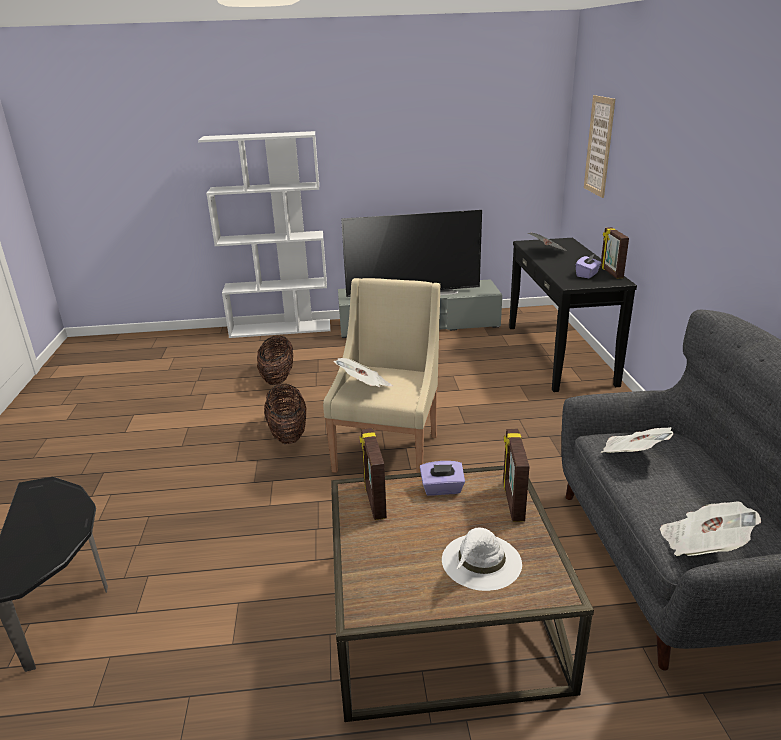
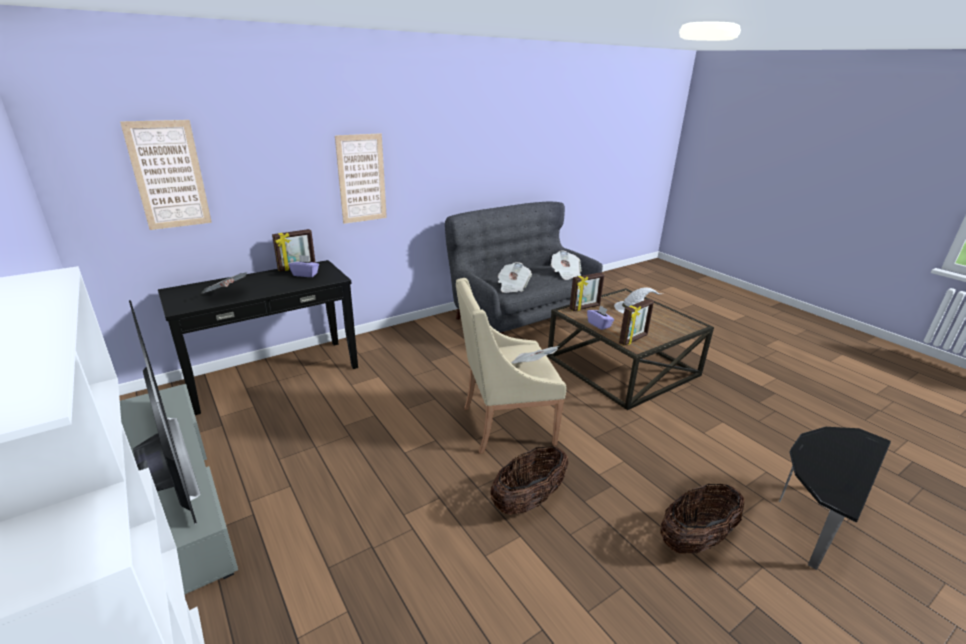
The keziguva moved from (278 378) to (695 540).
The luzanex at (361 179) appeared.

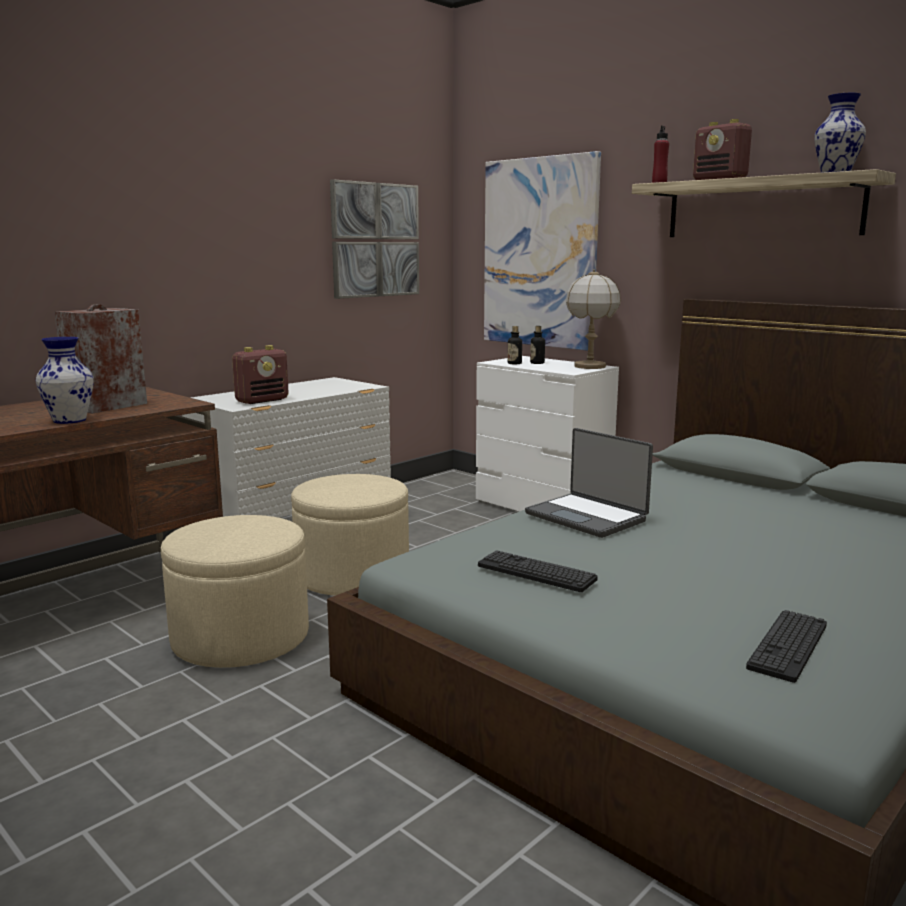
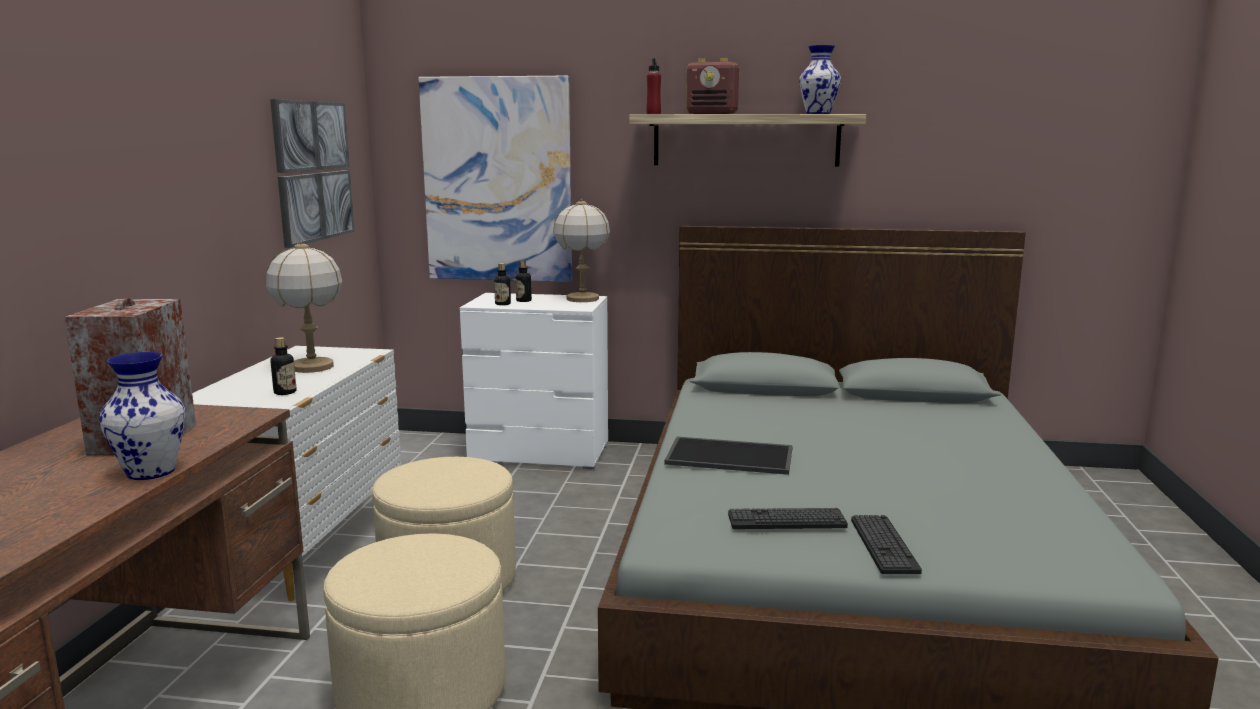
The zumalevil at (262 400) was replaced by the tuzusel at (285 392).
The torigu at (587 517) was replaced by the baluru at (731 456).
The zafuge moved from (788 646) to (884 545).
The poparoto at (312 367) appeared.

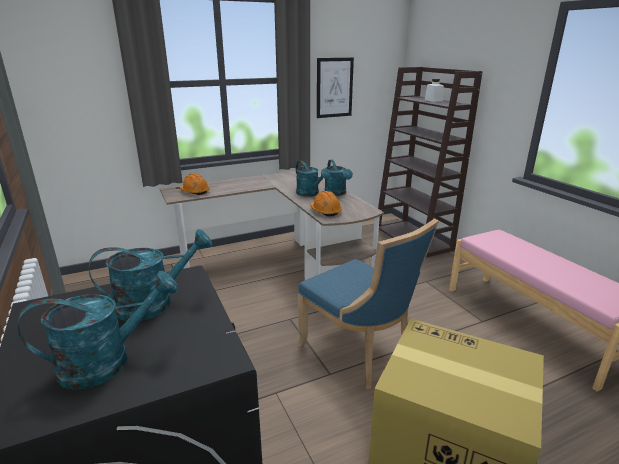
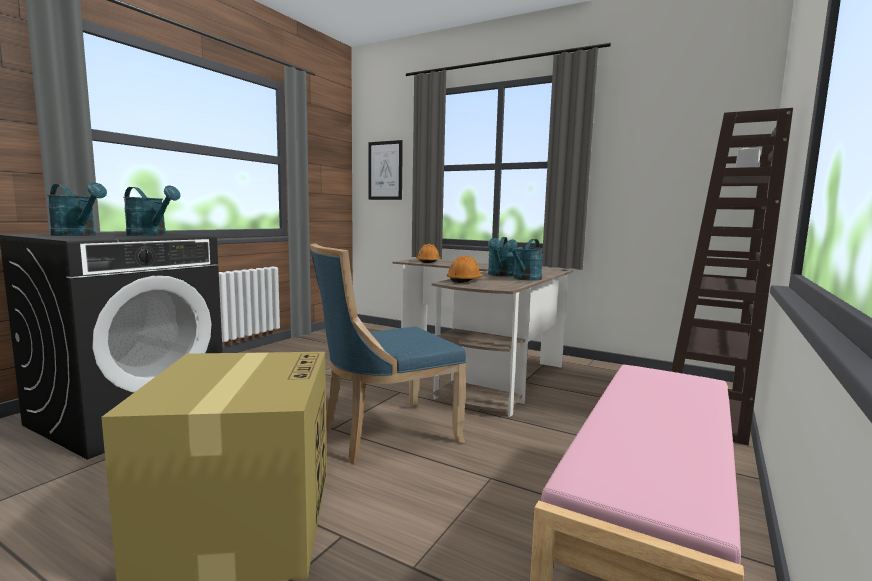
The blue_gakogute at (359 352) turned 45 degrees clockwise.
The luzanex moved from (334 88) to (385 170).

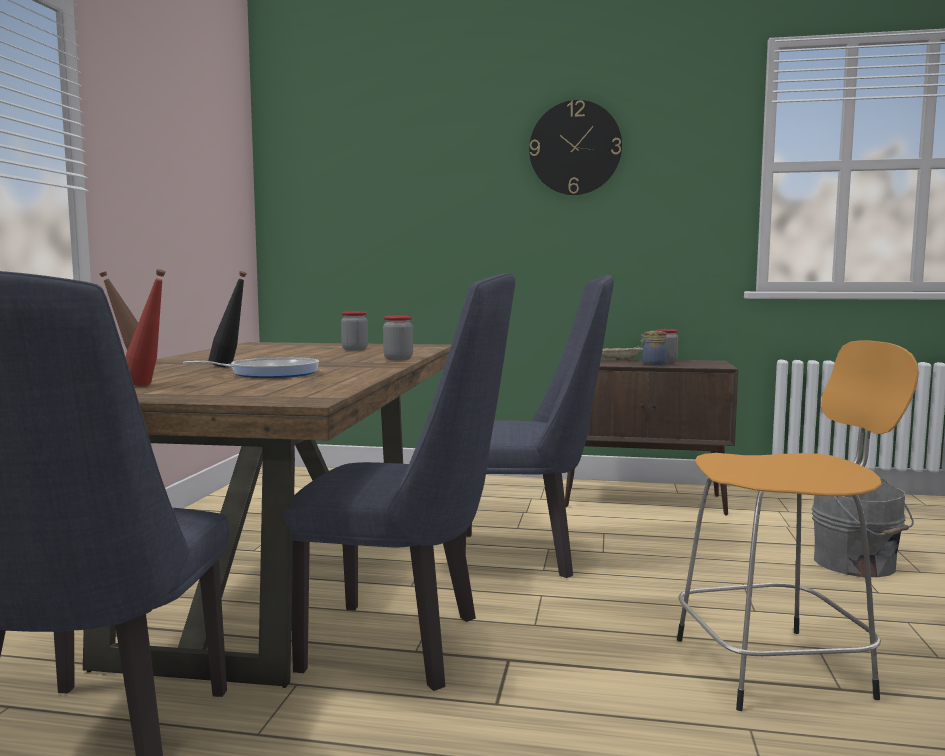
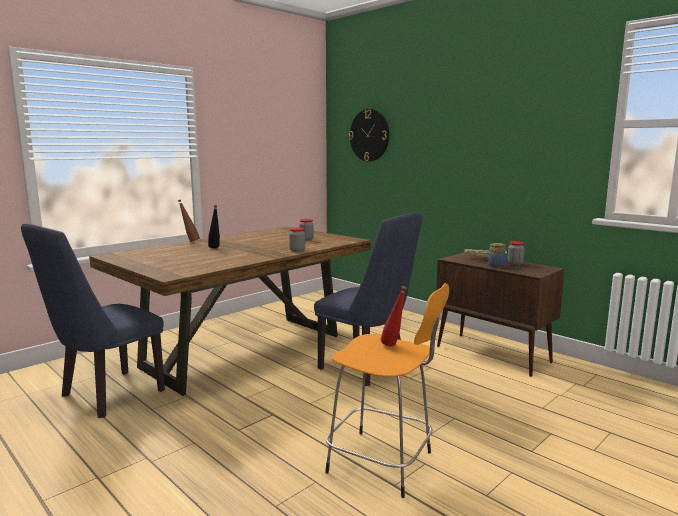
The red_tuzusel moved from (148 385) to (393 347).
The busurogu at (269 373) disappeared.
The blue_gakogute at (408 645) disappeared.
The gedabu moved from (575 148) to (369 135).
The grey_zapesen at (857 565) disappeared.

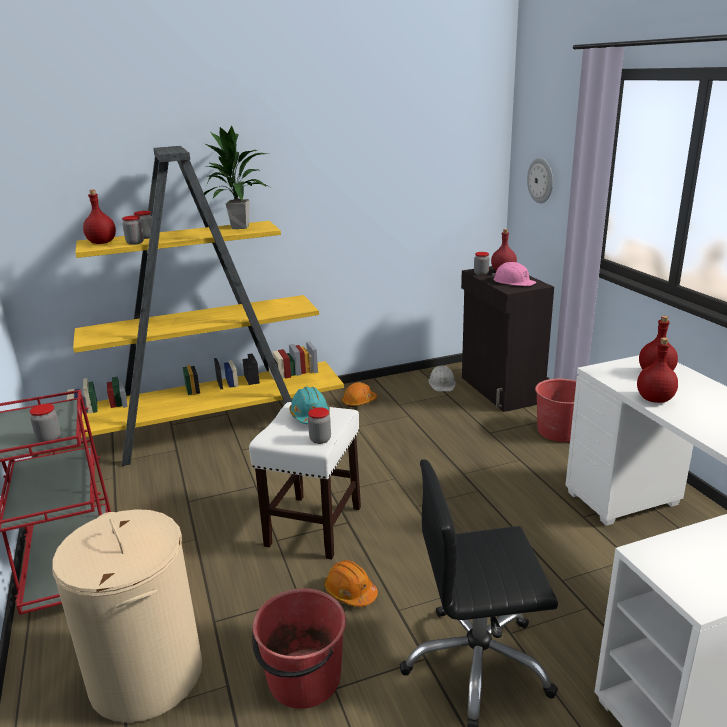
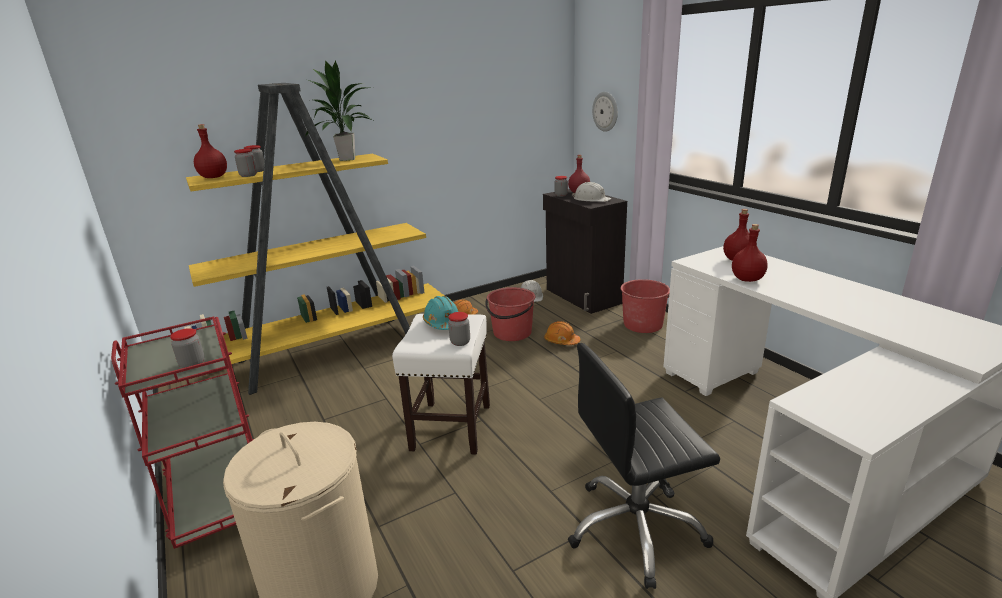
The red_zapesen moved from (303 679) to (512 333).
The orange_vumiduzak moved from (350 592) to (561 341).
The pink_vumiduzak at (513 282) became the white_vumiduzak at (591 199).

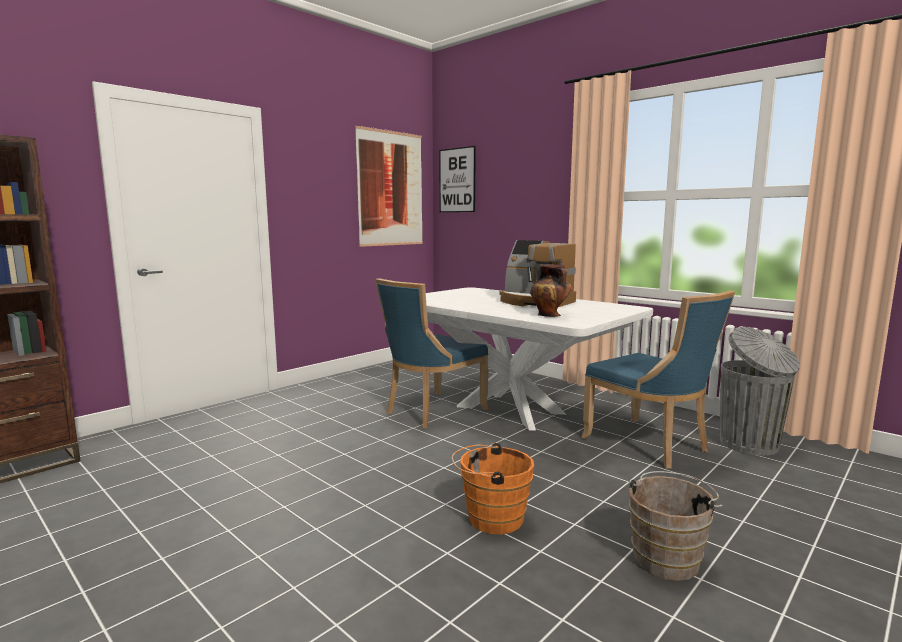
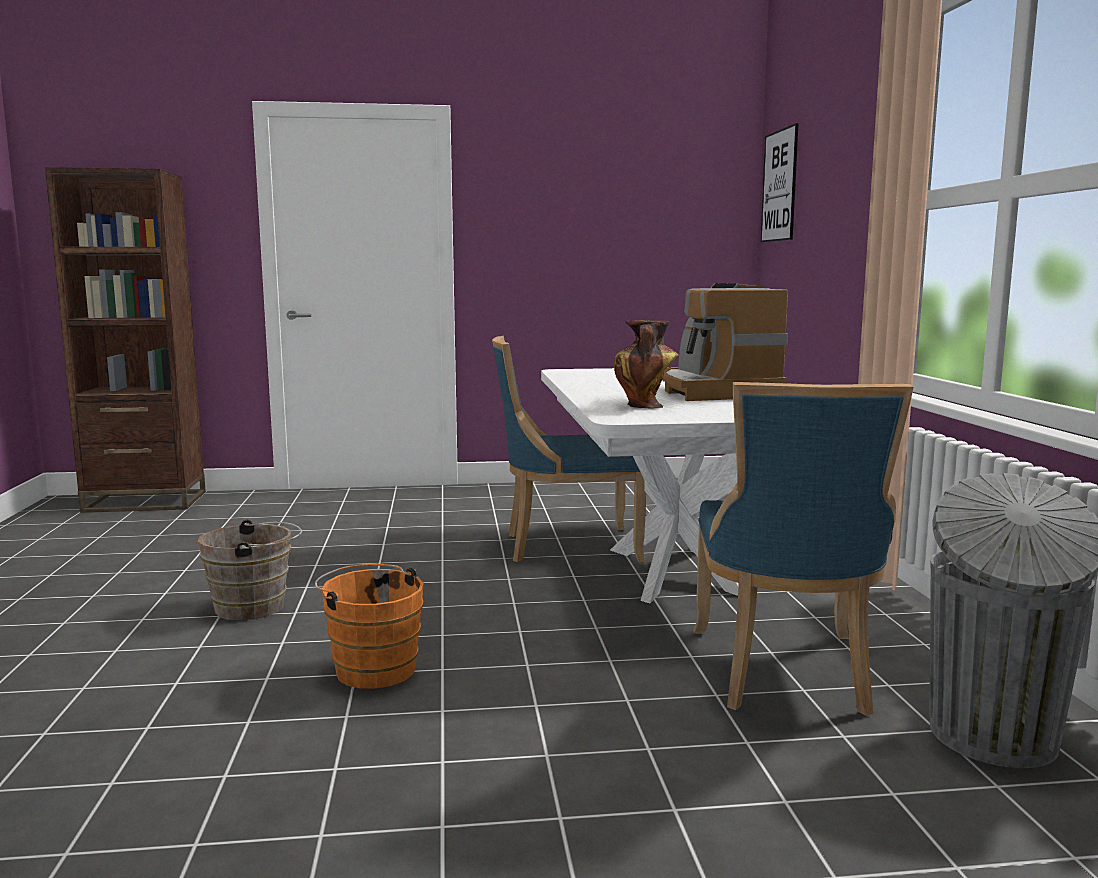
The luzanex at (390 188) disappeared.
The brown_zapesen moved from (667 557) to (256 607).

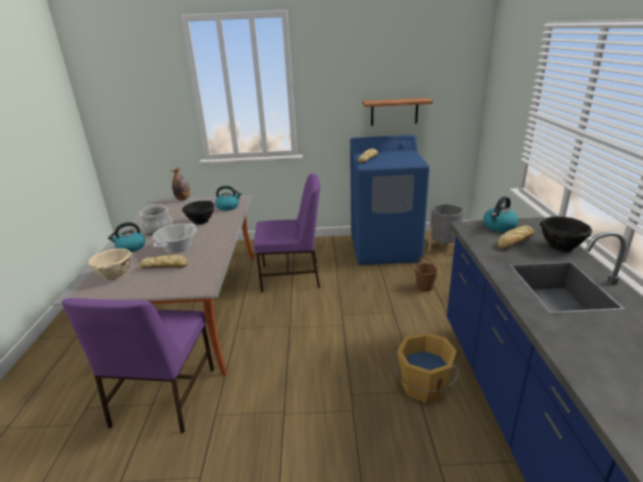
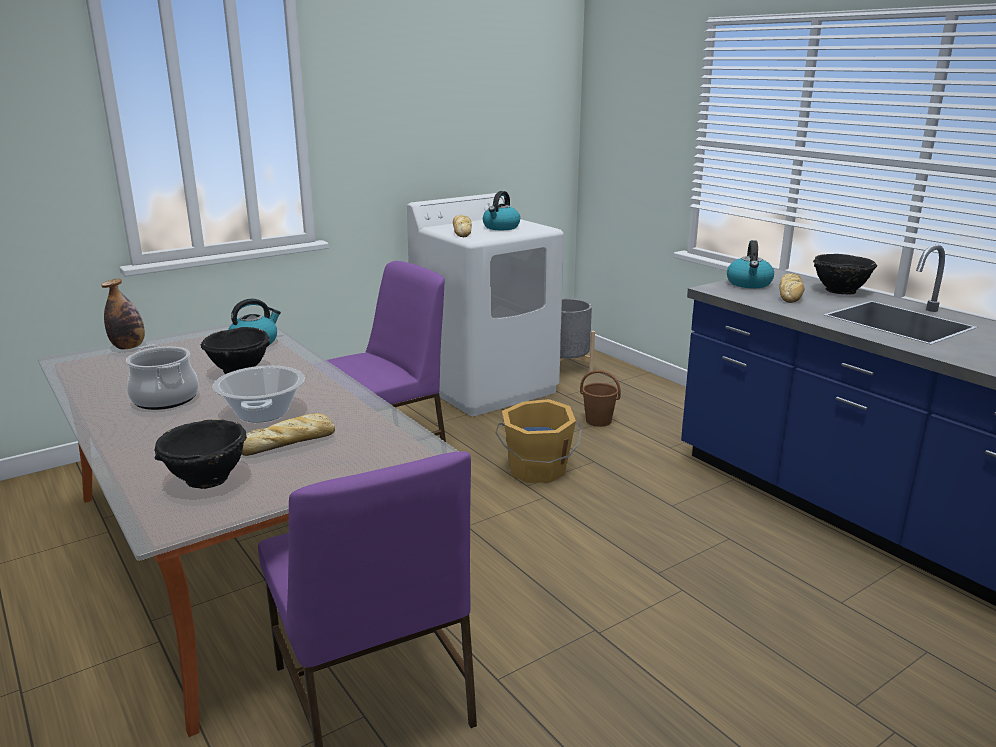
The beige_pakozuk at (115 276) became the black_pakozuk at (206 480).
The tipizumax moved from (131 247) to (501 227).
The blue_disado at (385 248) became the white_disado at (486 387).
The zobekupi at (394 112) disappeared.
The orange_zapesen moved from (423 386) to (537 470).

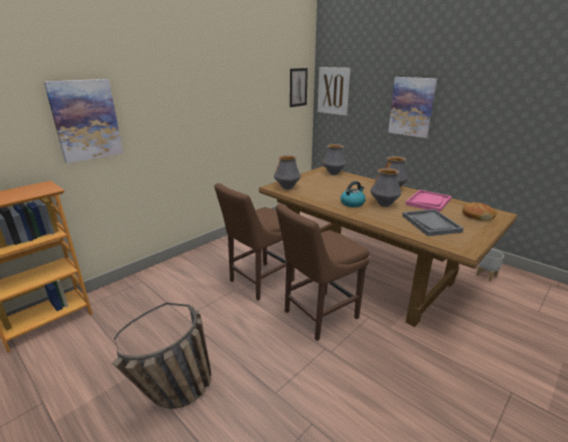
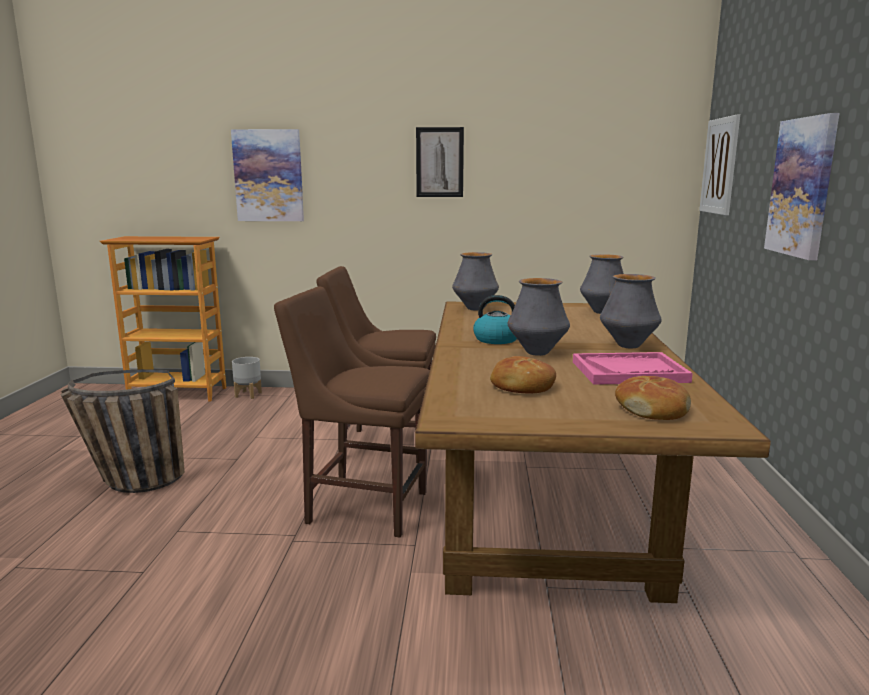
The luzanex moved from (298 87) to (439 162).
The grey_baluru at (431 224) was replaced by the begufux at (521 386).
The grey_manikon moved from (486 276) to (248 395).

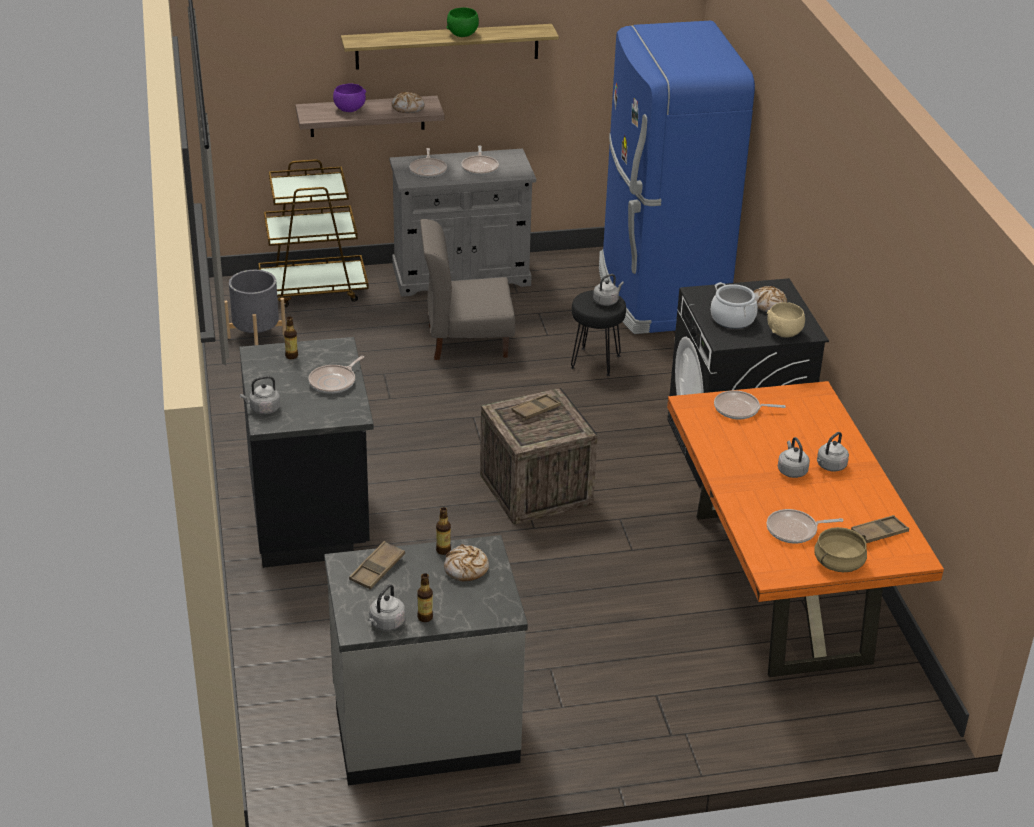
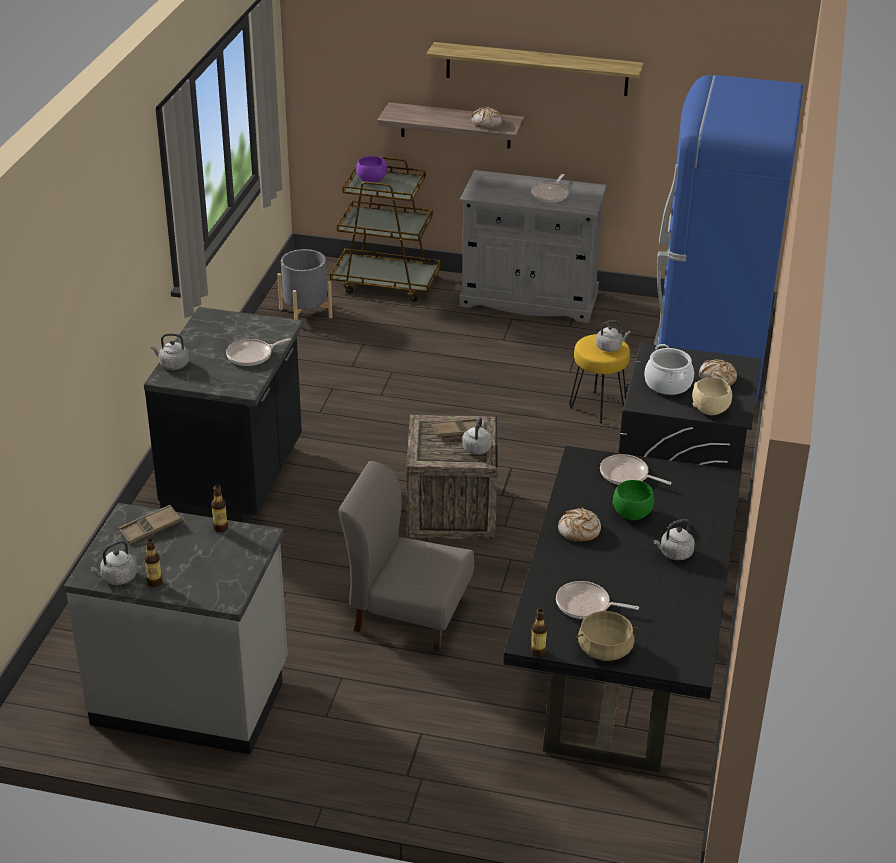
The tuzusel moved from (291 356) to (538 652).
The purple_pakozuk moved from (349 109) to (371 180).
The busurogu at (428 170) disappeared.
The grey_gakogute moved from (466 340) to (408 614).
The begufux moved from (466 569) to (579 530).
The green_pakozuk moved from (463 34) to (632 514).
The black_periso at (596 361) became the yellow_periso at (598 407).
The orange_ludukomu at (781 588) became the black_ludukomu at (621 670).
The grey_tipizumax moved from (791 470) to (477 448).
The brown_baluru at (879 533) disappeared.

